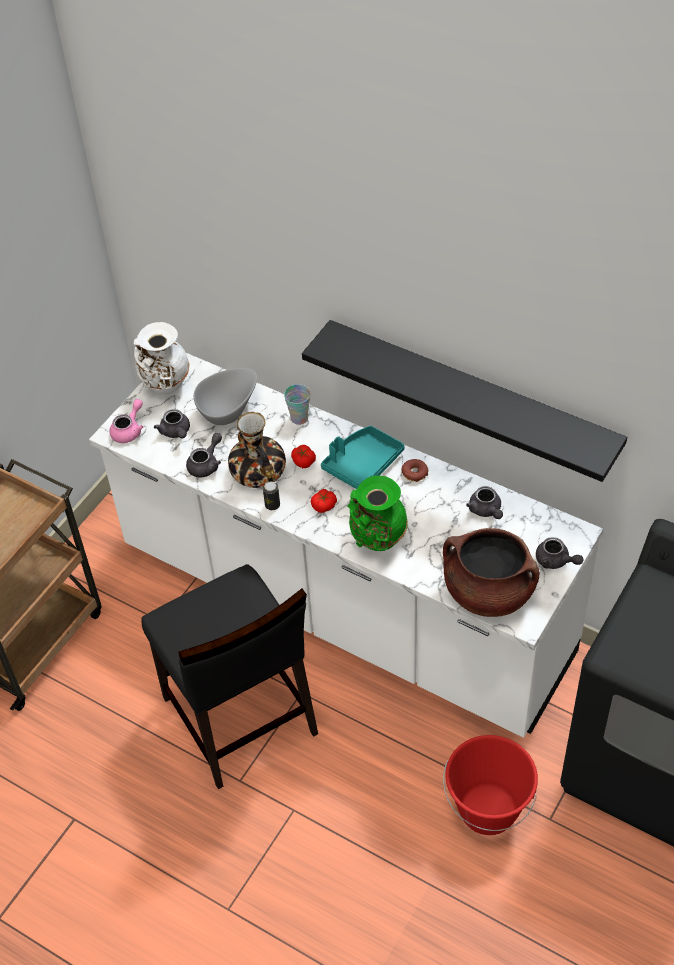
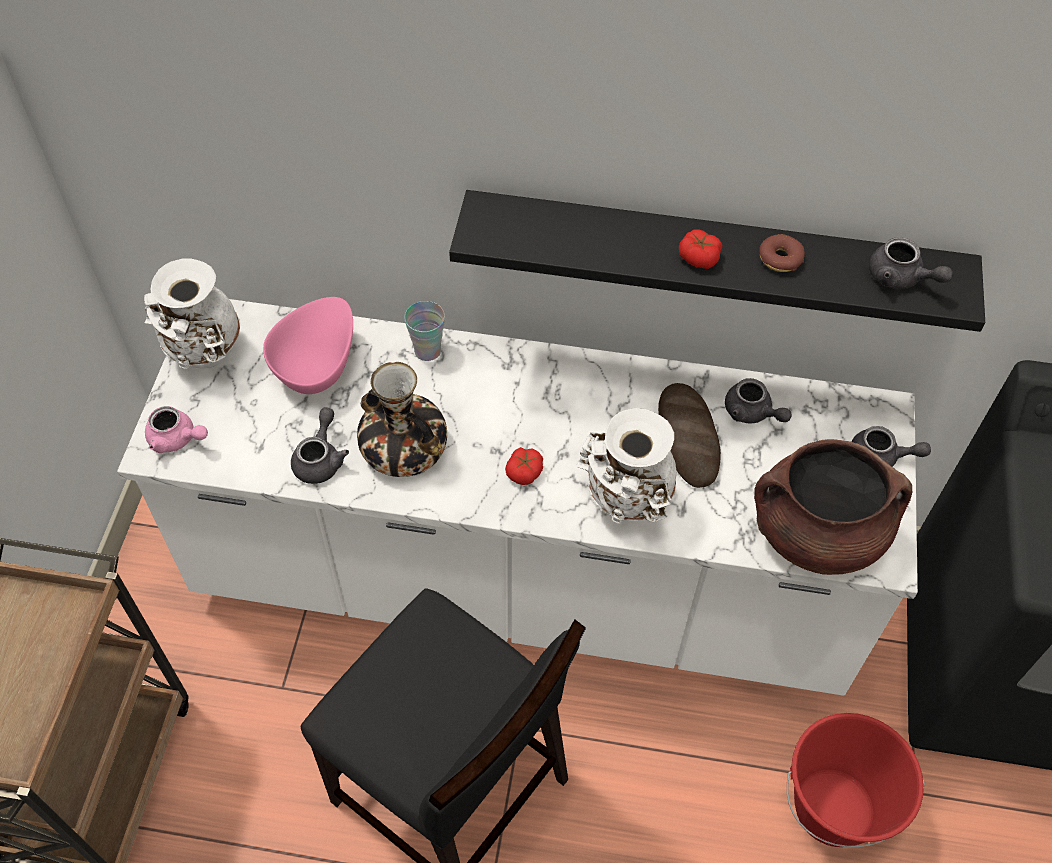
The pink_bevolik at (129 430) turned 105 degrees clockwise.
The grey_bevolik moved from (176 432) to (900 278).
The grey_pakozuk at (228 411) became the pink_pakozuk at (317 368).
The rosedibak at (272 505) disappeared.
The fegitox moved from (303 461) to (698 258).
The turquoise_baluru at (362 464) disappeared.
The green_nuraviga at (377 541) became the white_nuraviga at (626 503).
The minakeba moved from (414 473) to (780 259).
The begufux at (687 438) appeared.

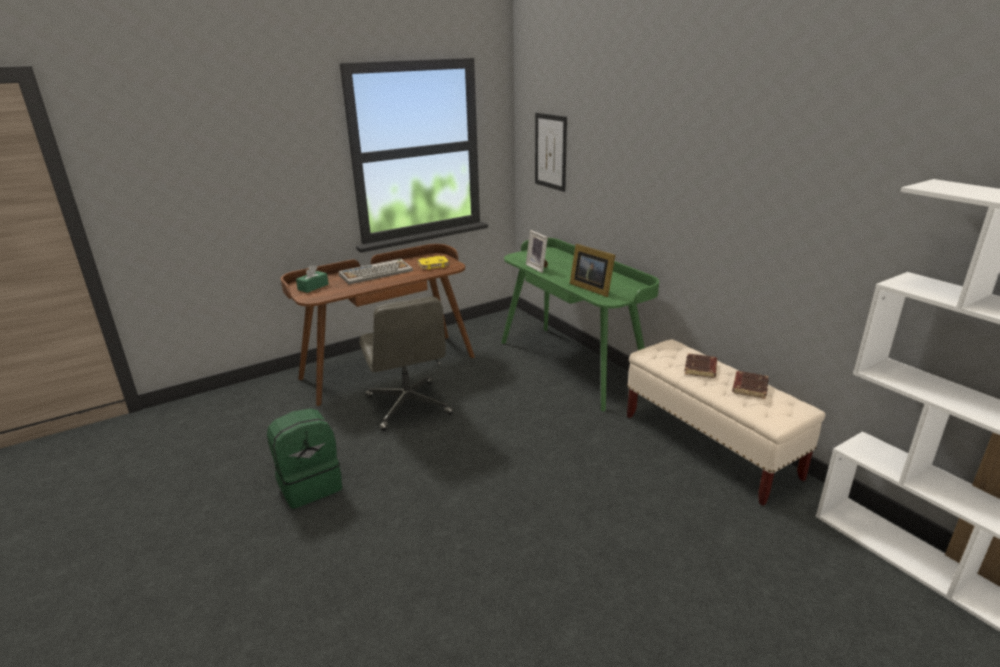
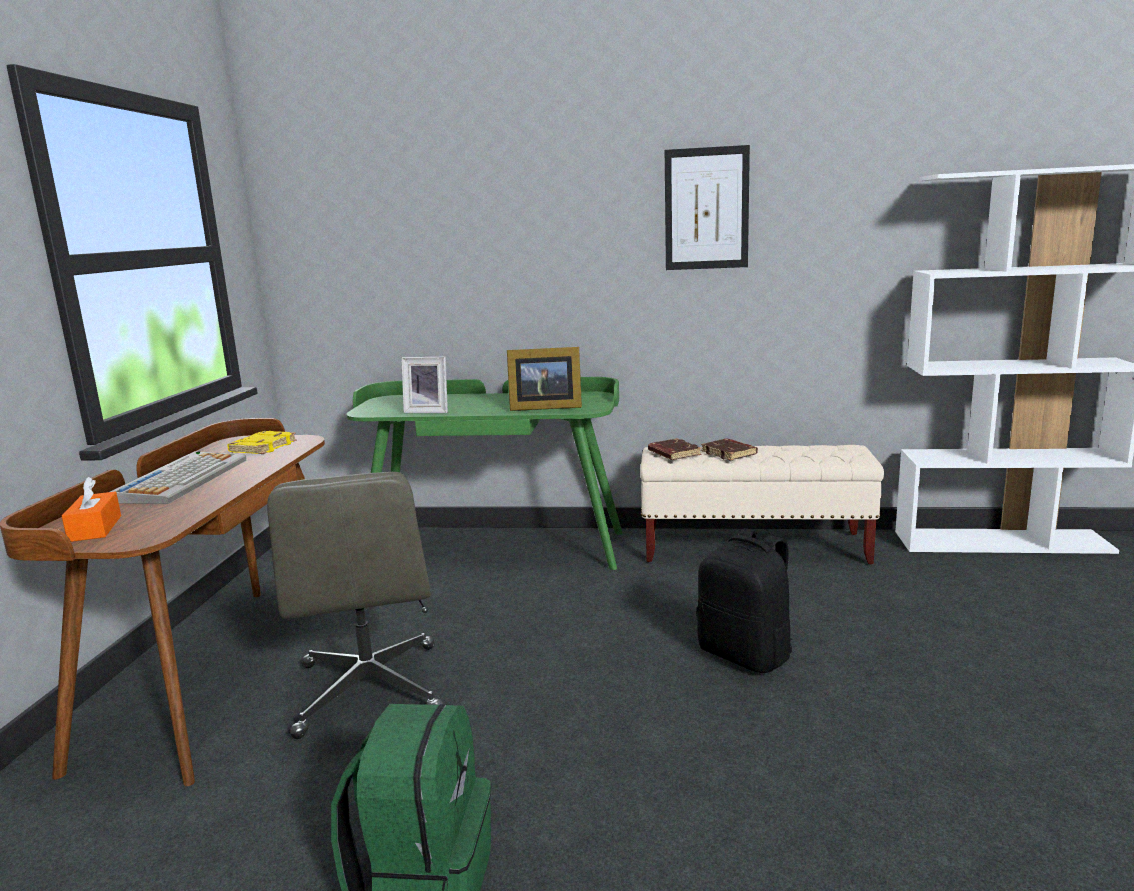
The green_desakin at (313 287) became the orange_desakin at (95 528).
The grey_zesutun at (409 406) turned 60 degrees clockwise.
The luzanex moved from (550 151) to (706 209).
The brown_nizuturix moved from (749 387) to (673 453).
The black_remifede at (746 655) appeared.

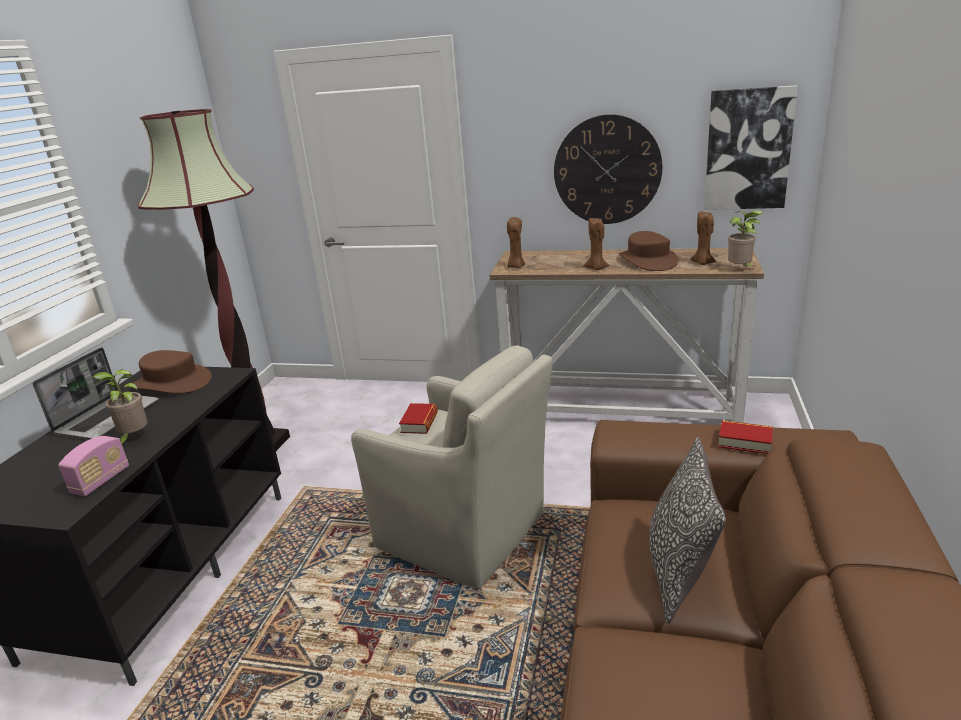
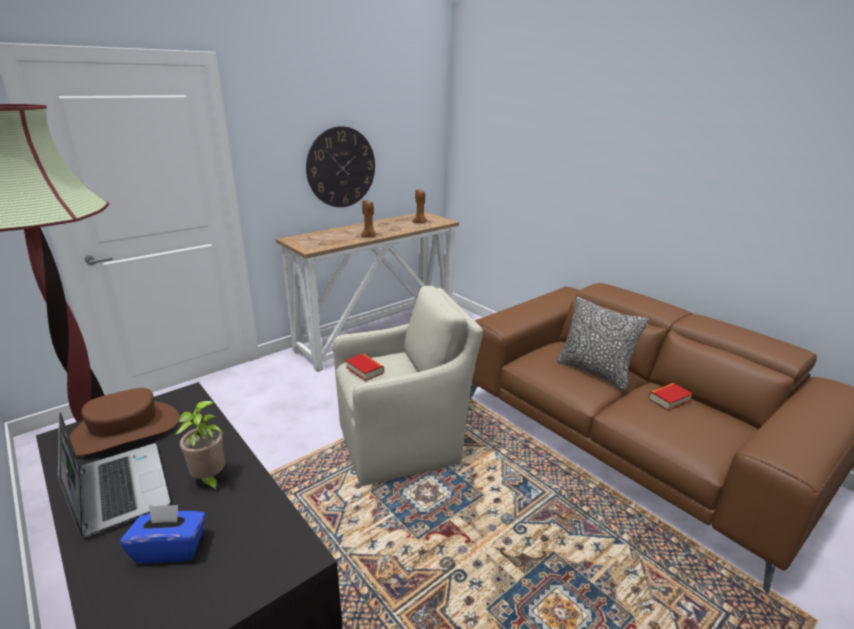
The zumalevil at (101 481) disappeared.
The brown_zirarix at (516 266) disappeared.
The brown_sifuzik at (648 260) disappeared.
The luzanex at (748 149) disappeared.
The nizuturix moved from (745 441) to (669 400).
The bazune at (741 270) disappeared.
The blue_desakin at (171 548) appeared.

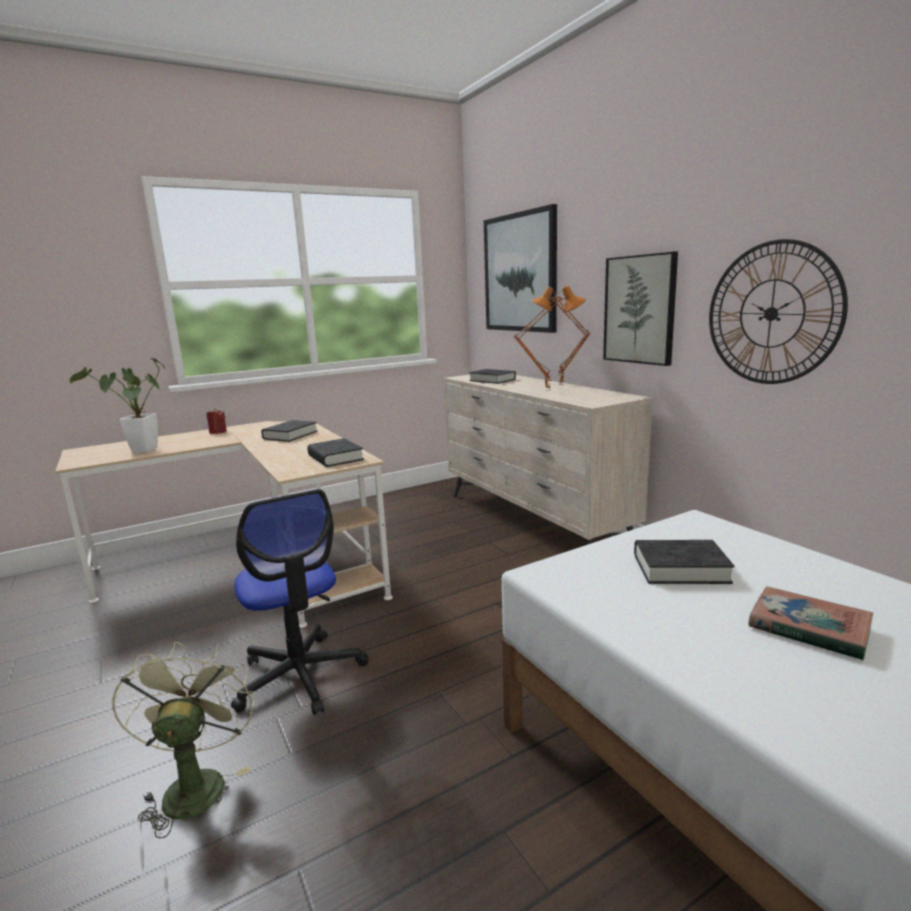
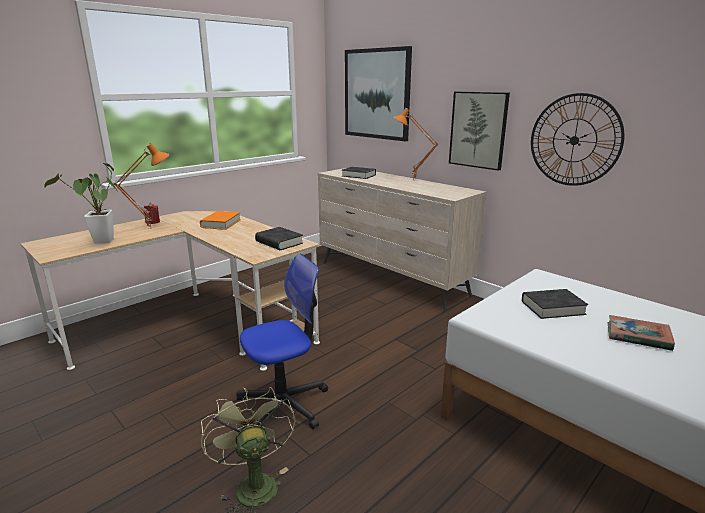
The zesutun at (300 676) turned 75 degrees counterclockwise.
The black_nizuturix at (290 435) became the orange_nizuturix at (221 223).
The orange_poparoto moved from (548 390) to (150 228).

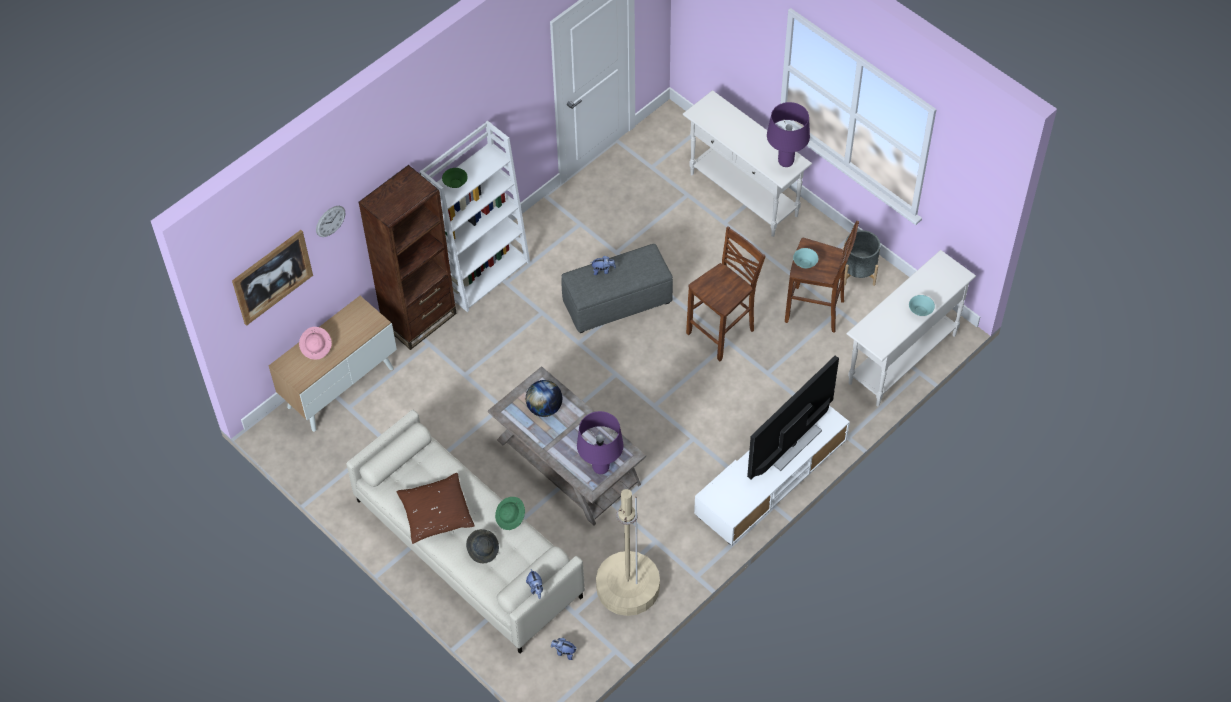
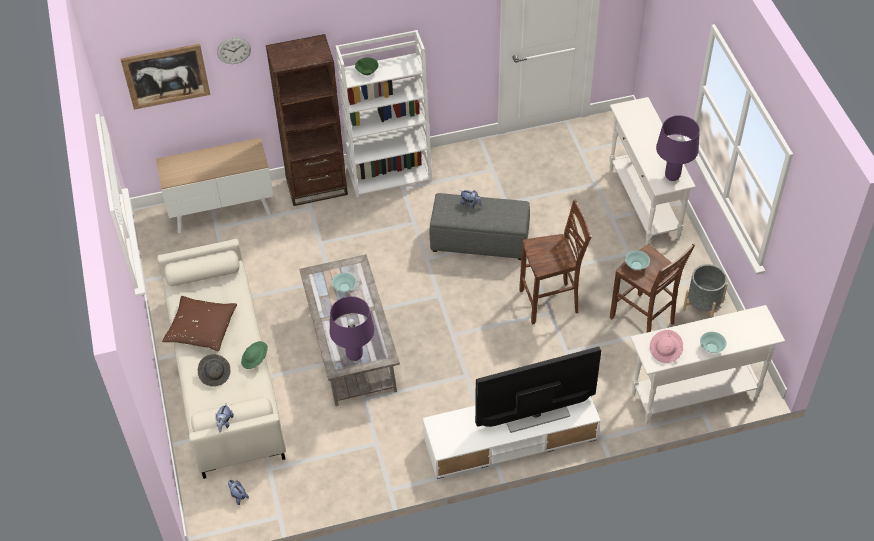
The pink_sifuzik moved from (316 347) to (665 351).
The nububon at (544 408) was replaced by the turquoise_pakozuk at (344 287).
The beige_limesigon at (627 587) disappeared.

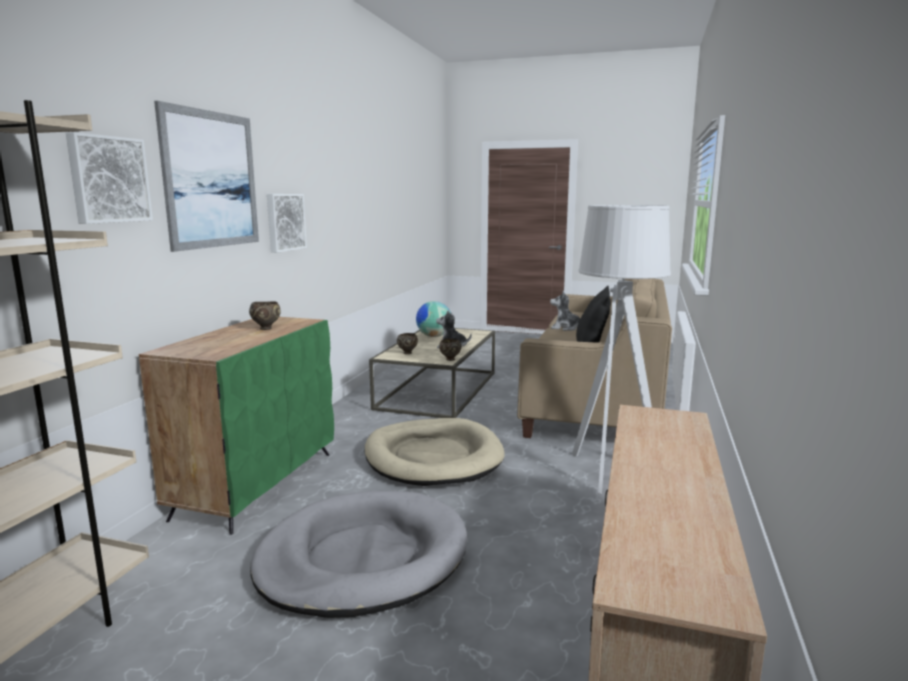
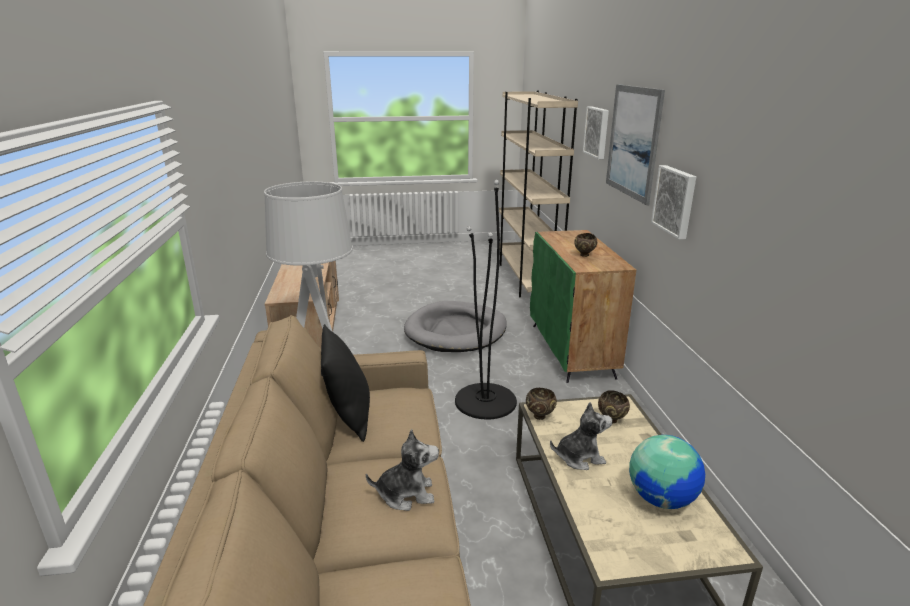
The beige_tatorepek at (433 457) was replaced by the black_limesigon at (485 401).

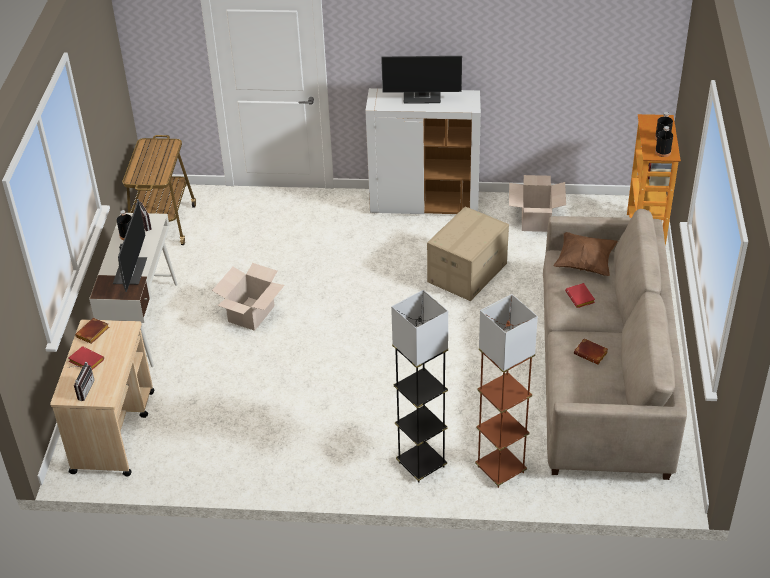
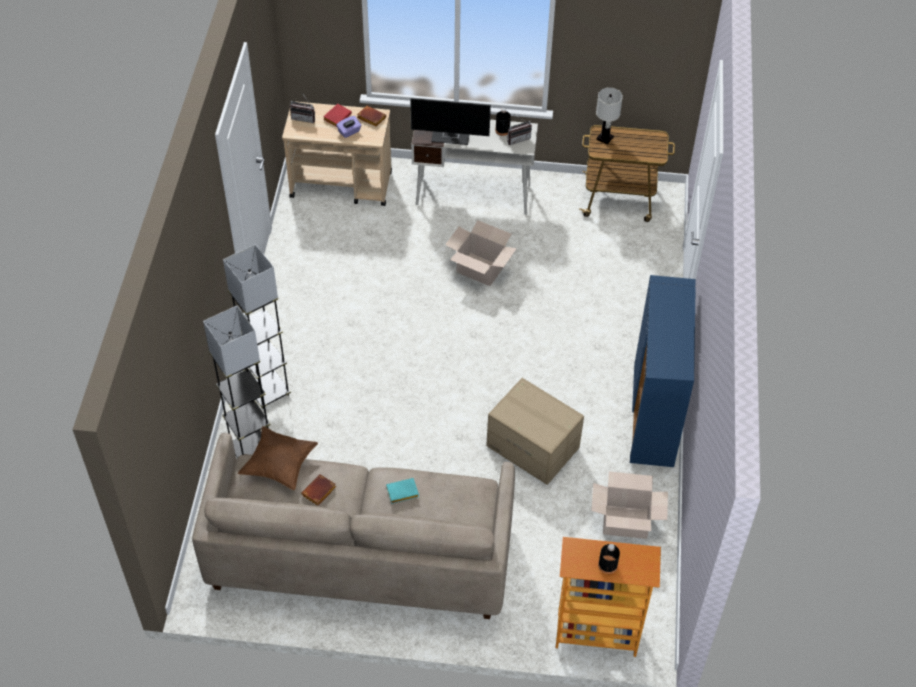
The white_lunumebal at (425 204) became the blue_lunumebal at (654 416).
The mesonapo at (423 97) disappeared.
The brown_limesigon at (500 470) became the grey_limesigon at (252 451).
The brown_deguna moved from (584 263) to (279 465).
The red_nizuturix at (581 298) became the turquoise_nizuturix at (401 493).
The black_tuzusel at (663 152) disappeared.
The purple_desakin at (349 132) appeared.
The white_poparoto at (604 138) appeared.

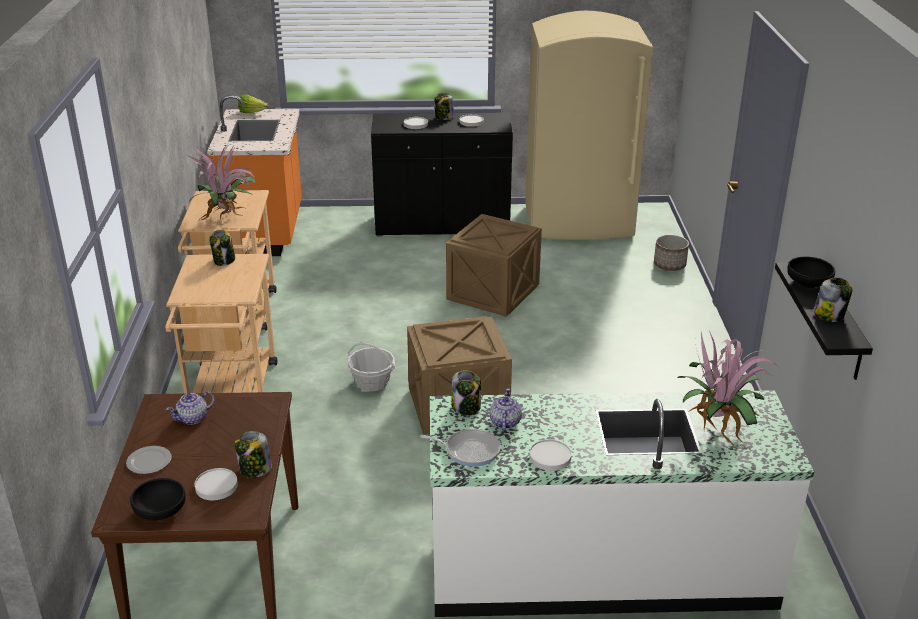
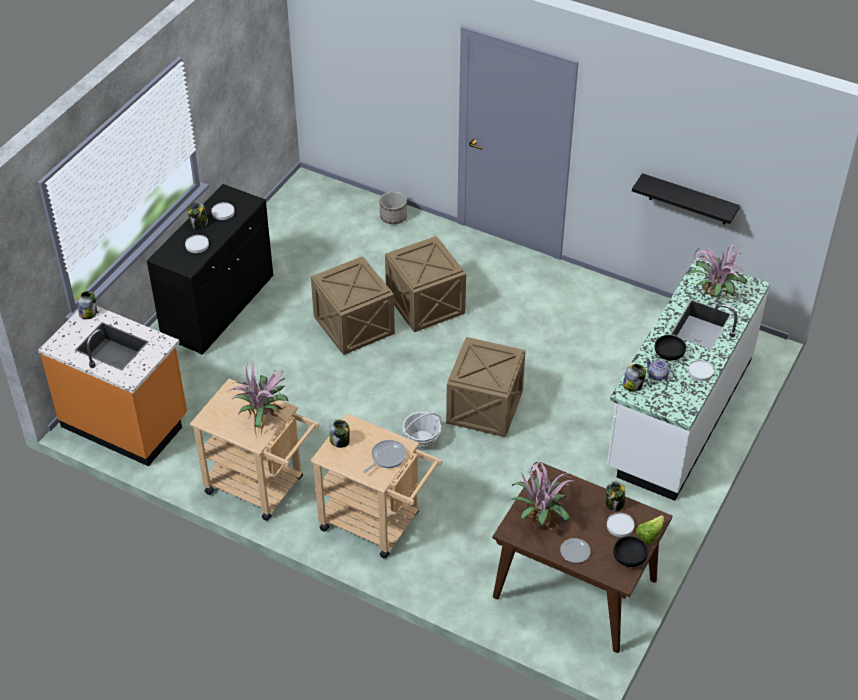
The bevolik at (193 418) was replaced by the bazune at (539 518).
The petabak moved from (252 113) to (649 535).
The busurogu moved from (469 450) to (386 457).
The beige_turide at (579 222) disappeared.
The black_pakozuk moved from (808 283) to (668 354).
The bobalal moved from (829 315) to (88 313).
The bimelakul at (425 305) appeared.

